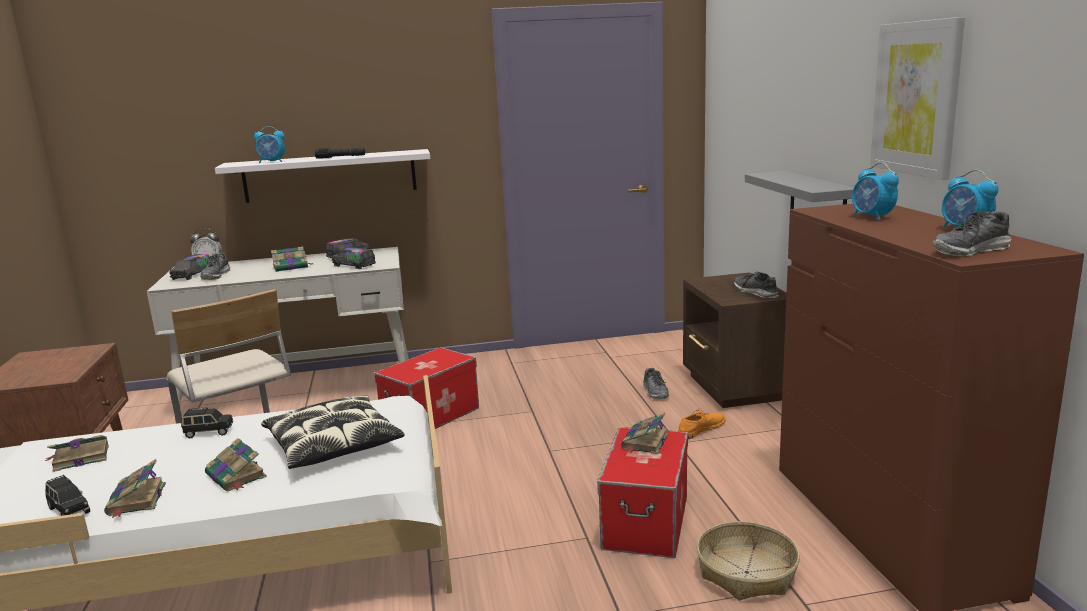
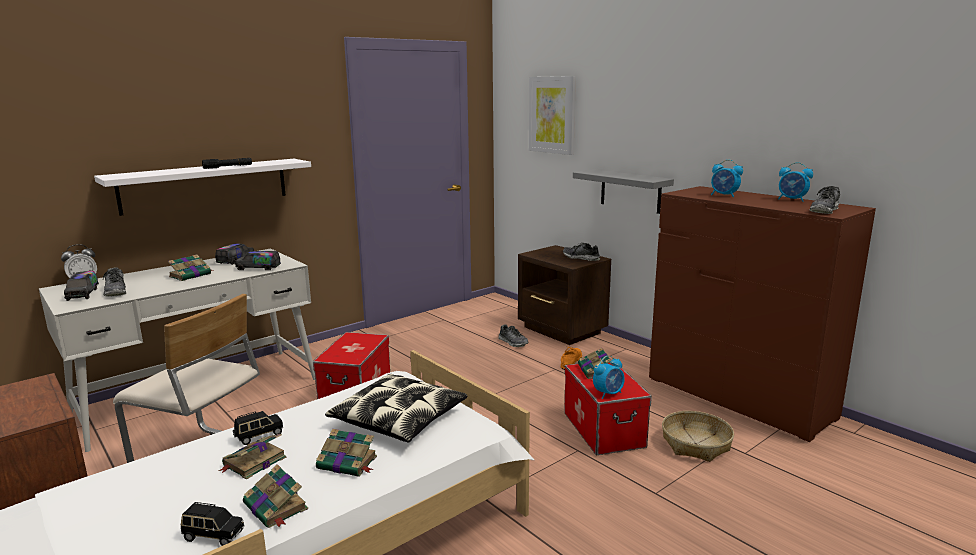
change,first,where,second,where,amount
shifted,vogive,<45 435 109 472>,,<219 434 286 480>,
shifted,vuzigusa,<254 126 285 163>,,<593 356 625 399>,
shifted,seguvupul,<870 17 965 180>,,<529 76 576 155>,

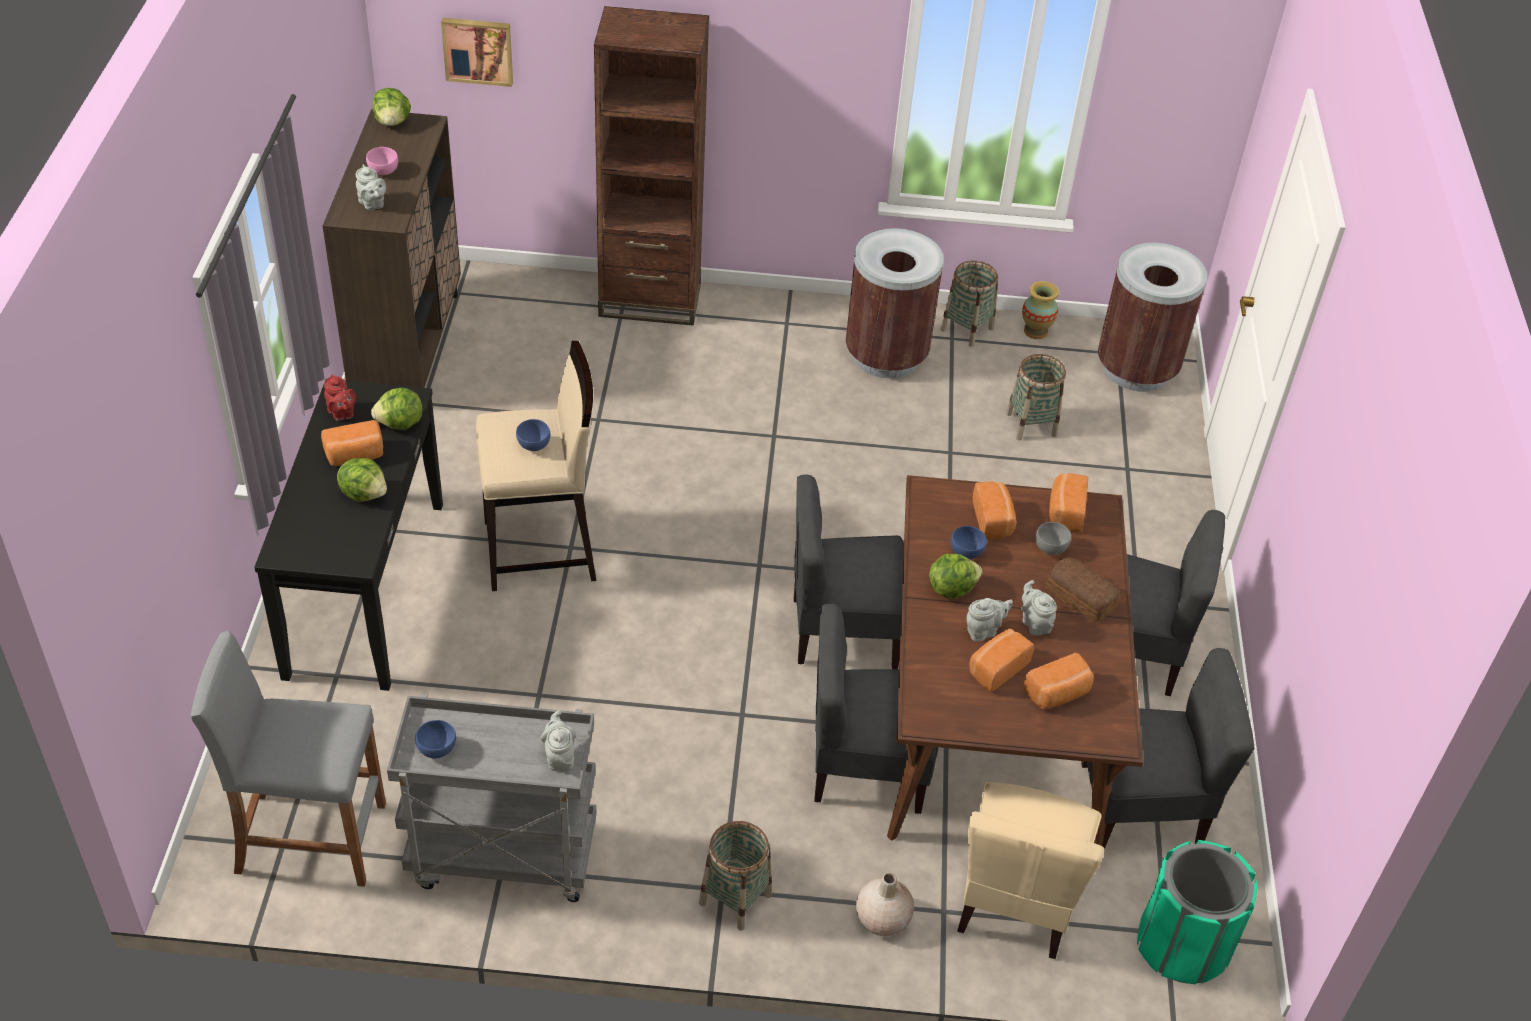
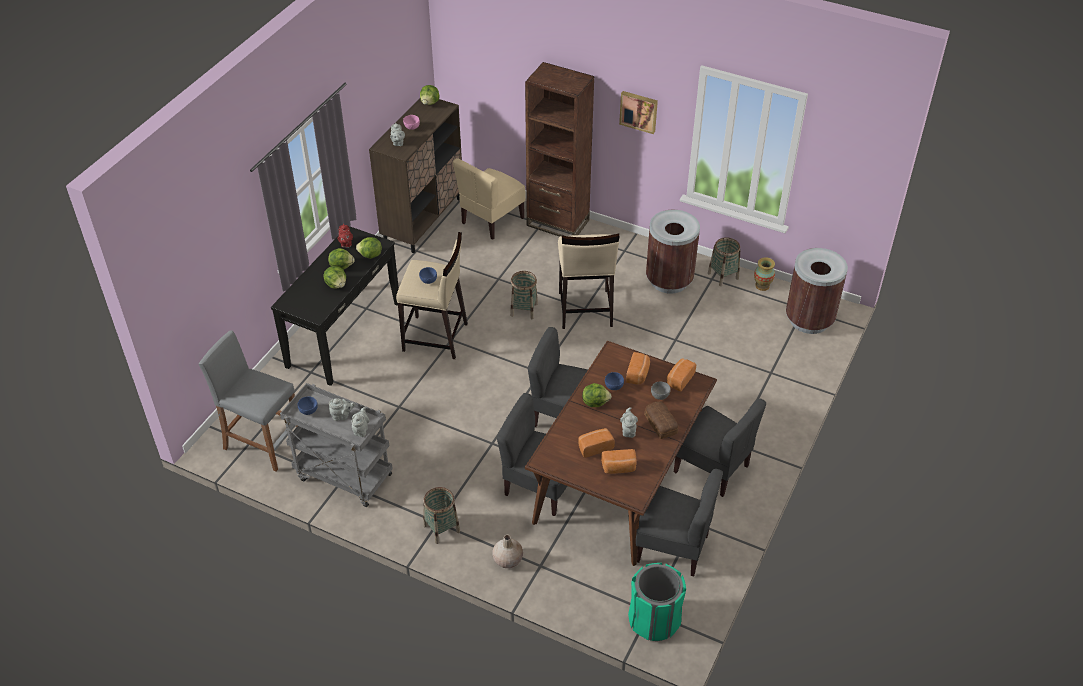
change,first,where,second,where,amount
swapped,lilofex,<321 420 383 466>,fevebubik,<328 248 355 270>,
shifted,seguvupul,<441 18 513 87>,,<619 91 658 134>,
shifted,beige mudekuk,<957 782 1104 959>,,<453 158 526 240>,
shifted,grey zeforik,<967 598 1013 642>,,<329 398 355 421>,
shifted,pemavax,<1006 354 1066 440>,,<510 271 538 319>,
new,,,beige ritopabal,<558 234 619 329>,

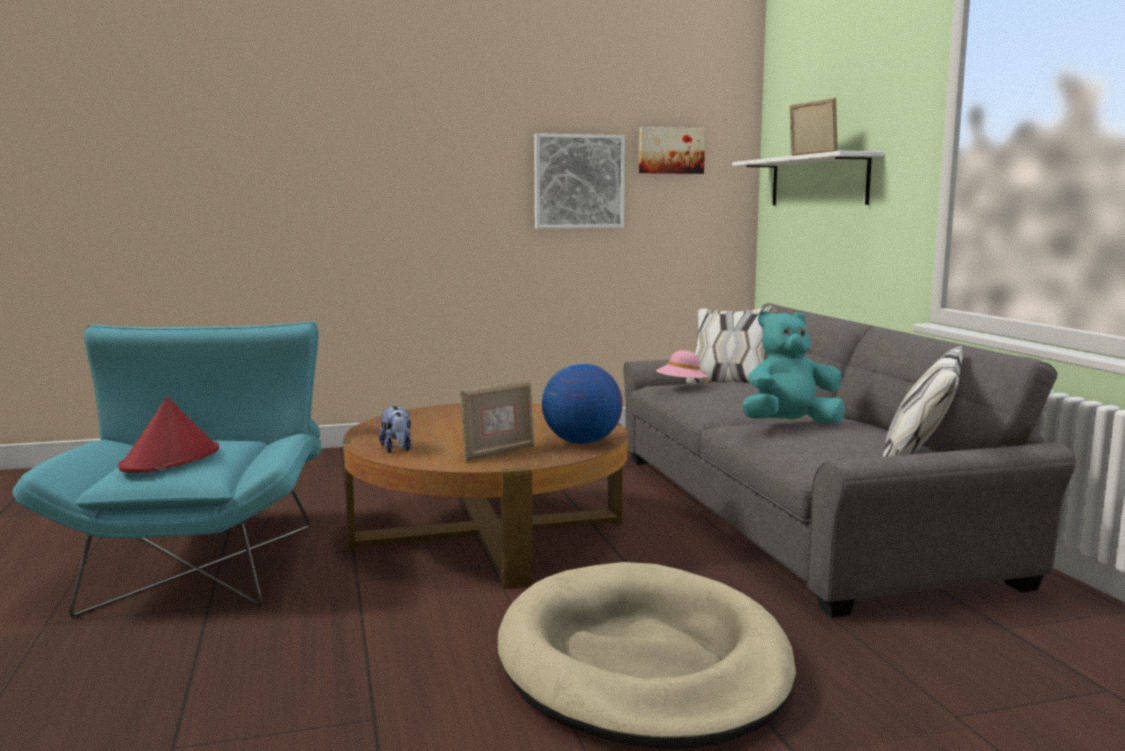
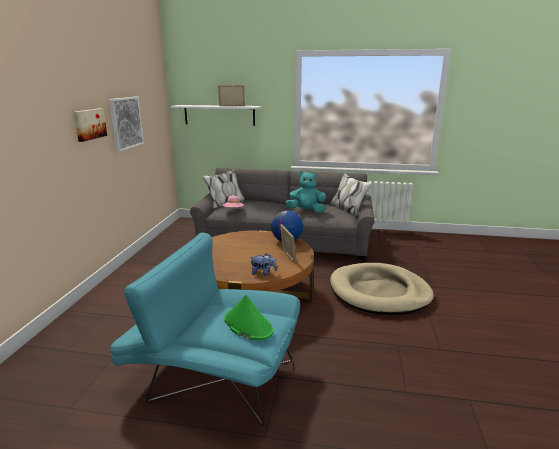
change,first,where,second,where,amount
repainted,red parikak,<118 397 219 473>,green parikak,<224 295 273 340>,
shifted,seguvupul,<639 127 705 174>,,<73 108 107 142>,
rotated,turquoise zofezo,<743 311 845 424>,,<285 171 326 213>,90 degrees clockwise

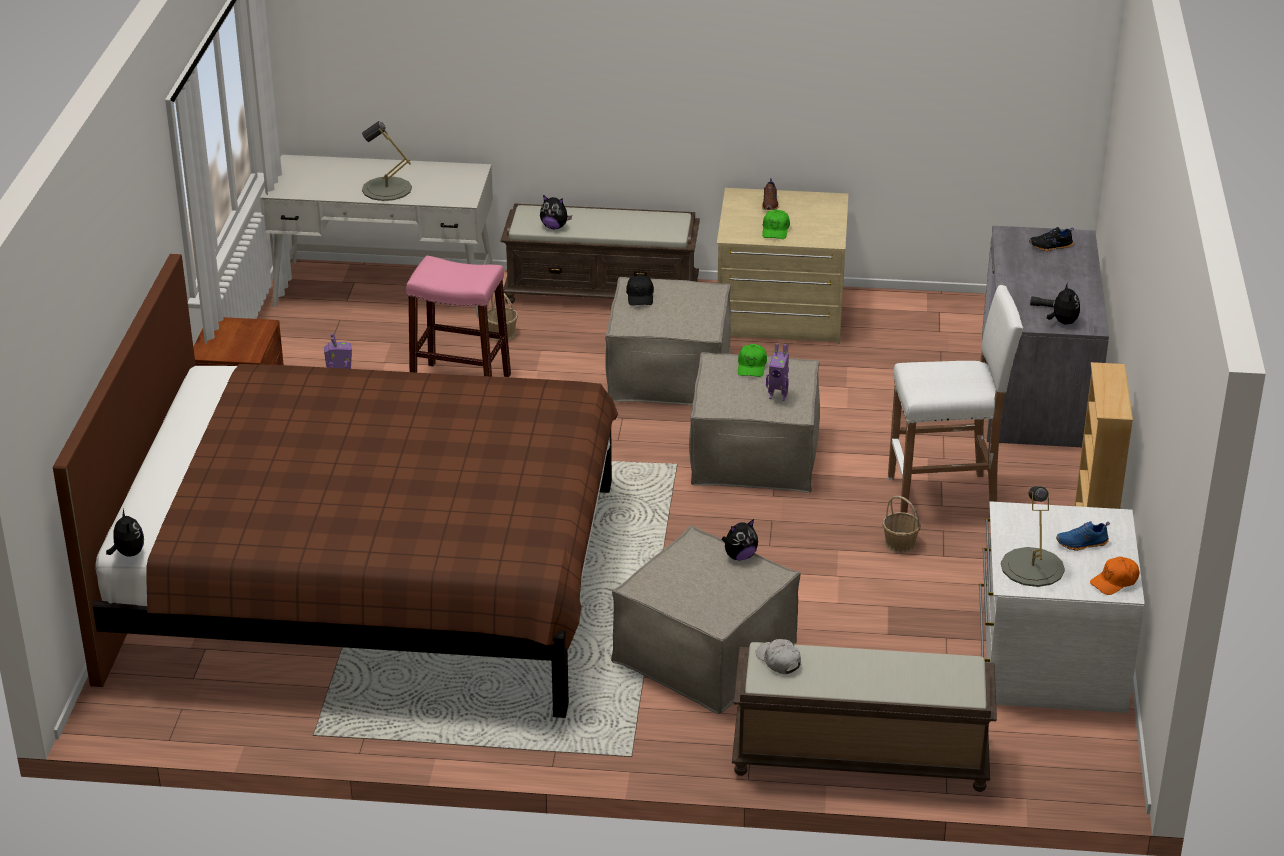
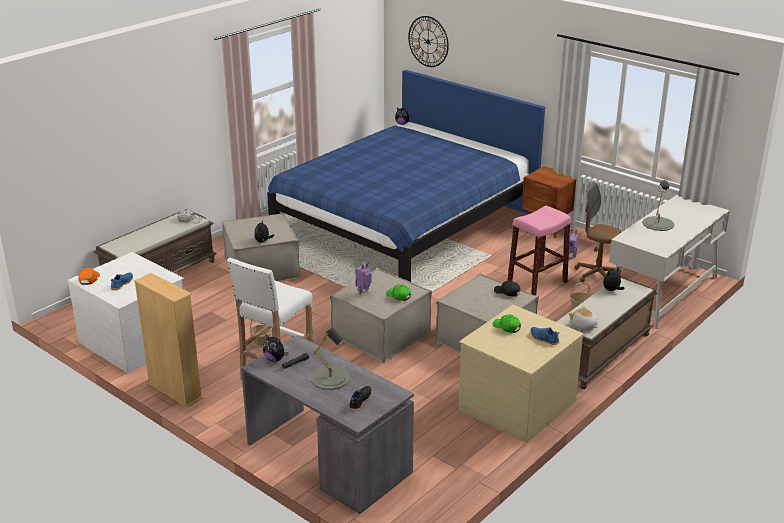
change,first,where,second,where,amount
repainted,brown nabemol,<53 254 618 718>,blue nabemol,<267 70 545 282>,
repainted,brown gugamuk,<762 178 779 210>,blue gugamuk,<531 327 560 345>,
shifted,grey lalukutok,<1001 486 1065 587>,,<311 327 351 390>,
new,,,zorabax,<408 16 449 67>,
new,,,zofezo,<568 305 598 330>,
new,,,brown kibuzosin,<575 182 621 282>,

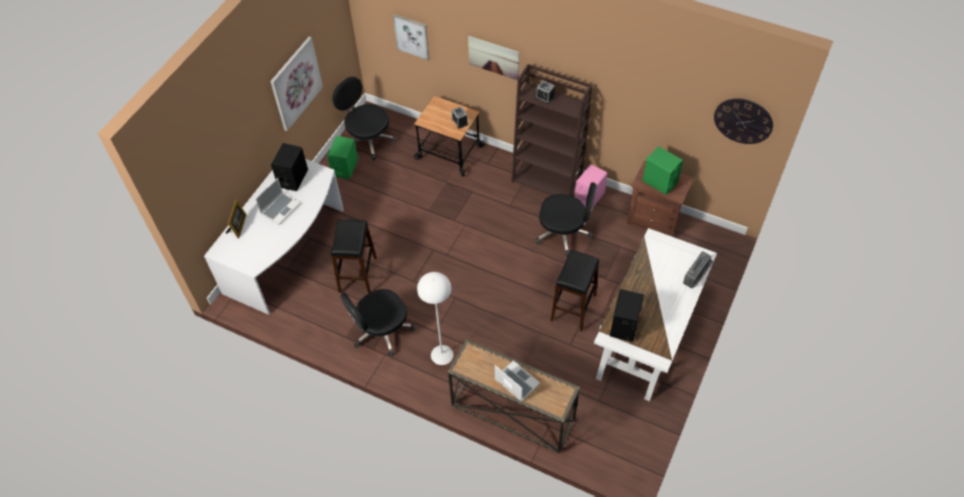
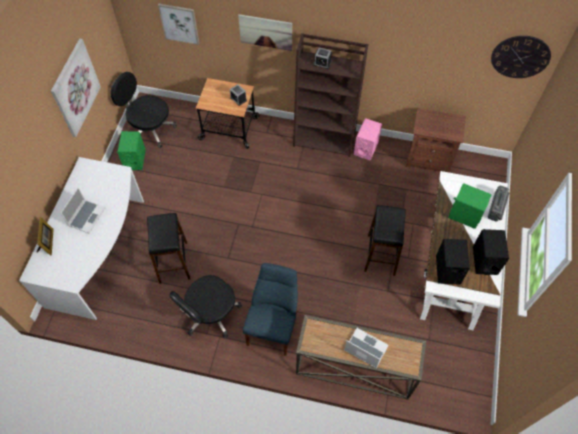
change,first,where,second,where,amount
shifted,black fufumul,<271 143 308 191>,,<473 229 509 275>,
swapped,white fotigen,<417 272 453 365>,blue mudekuk,<243 263 298 356>,
gone,black kibuzosin,<536 182 597 257>,,,
shifted,green fufumul,<642 146 683 195>,,<448 183 492 229>,

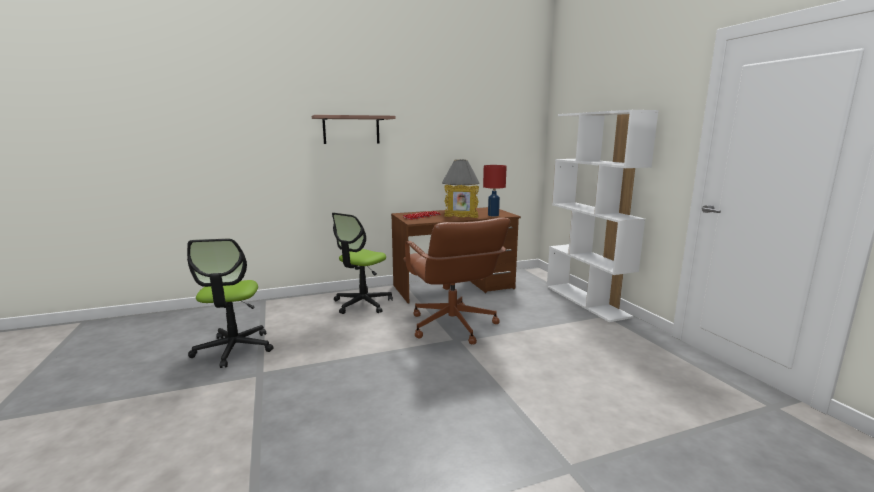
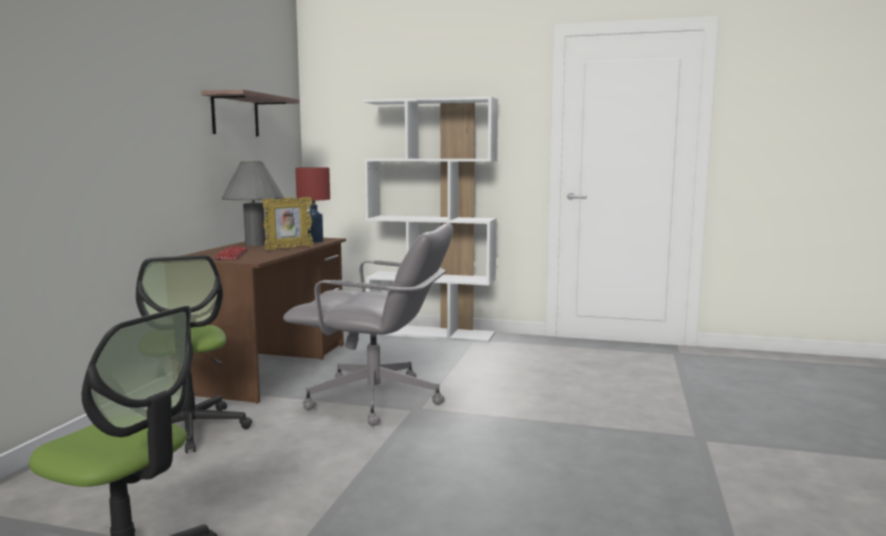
change,first,where,second,where,amount
shifted,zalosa,<312 115 395 144>,,<201 89 300 137>,
repainted,brown kibuzosin,<404 218 510 344>,grey kibuzosin,<283 223 453 426>,

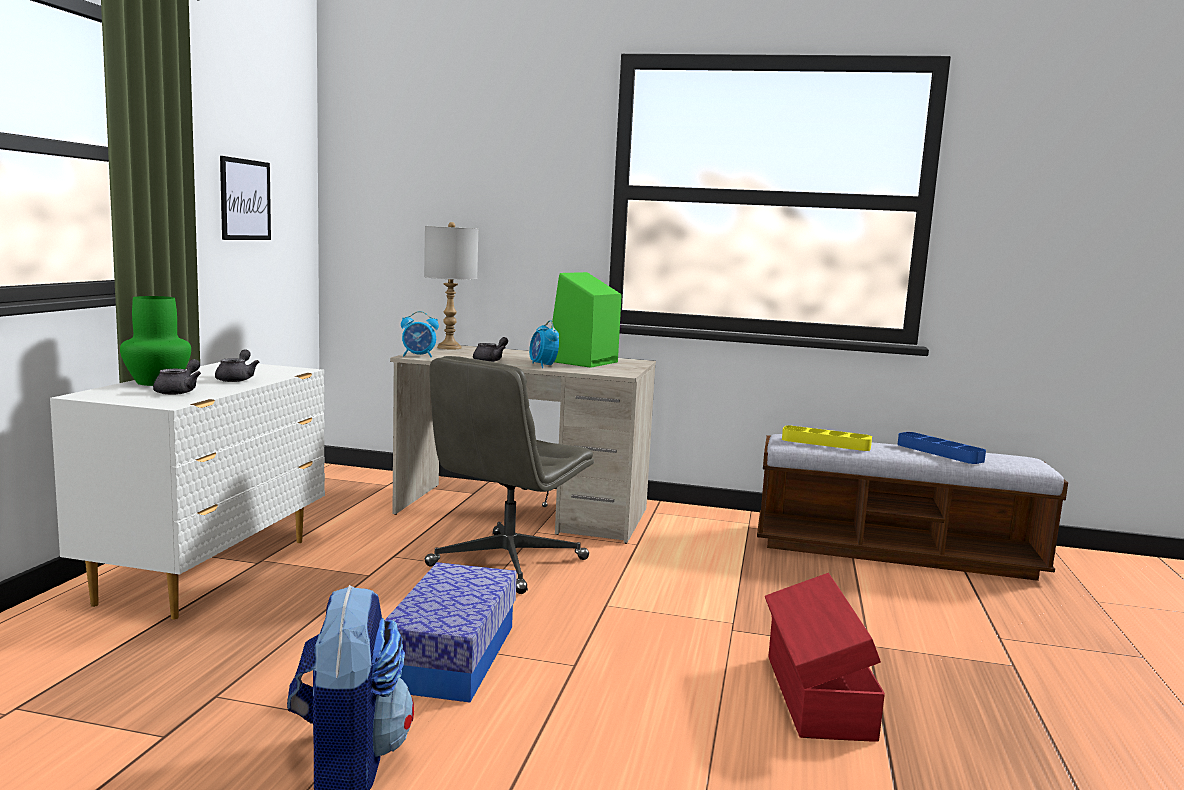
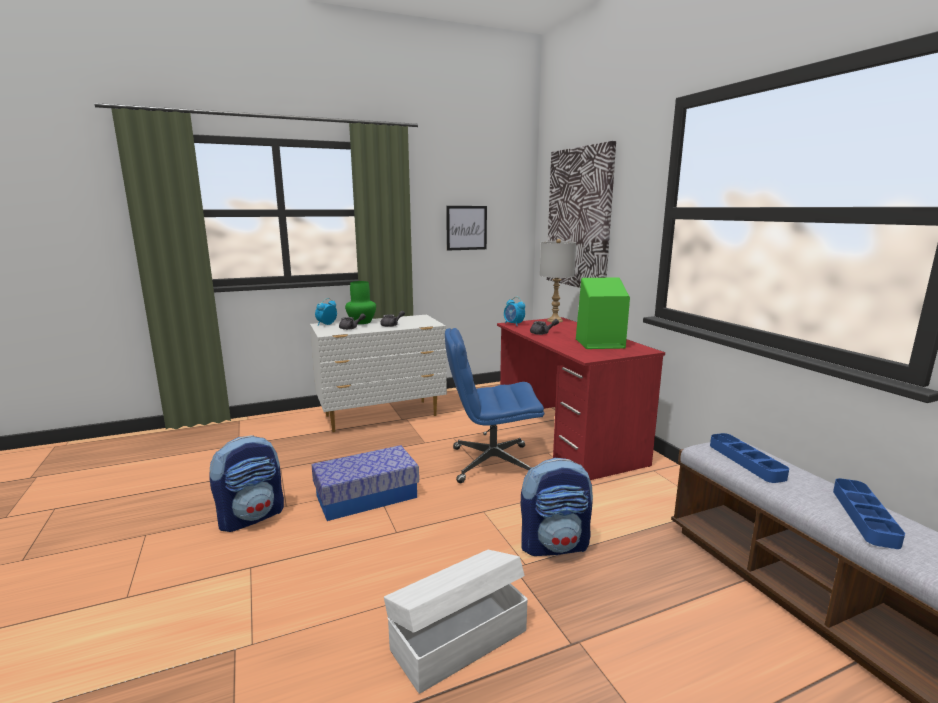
change,first,where,second,where,amount
repainted,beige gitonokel,<390 344 656 543>,red gitonokel,<497 317 665 480>,
repainted,grey kibuzosin,<425 356 594 594>,blue kibuzosin,<445 328 544 483>,
shifted,vuzigusa,<529 320 559 368>,,<315 298 337 326>,
repainted,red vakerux,<765 573 885 742>,white vakerux,<384 550 528 694>,
repainted,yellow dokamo,<782 425 872 451>,blue dokamo,<710 433 789 483>,
new,,,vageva,<521 458 593 556>,
new,,,seguvupul,<546 141 616 288>,

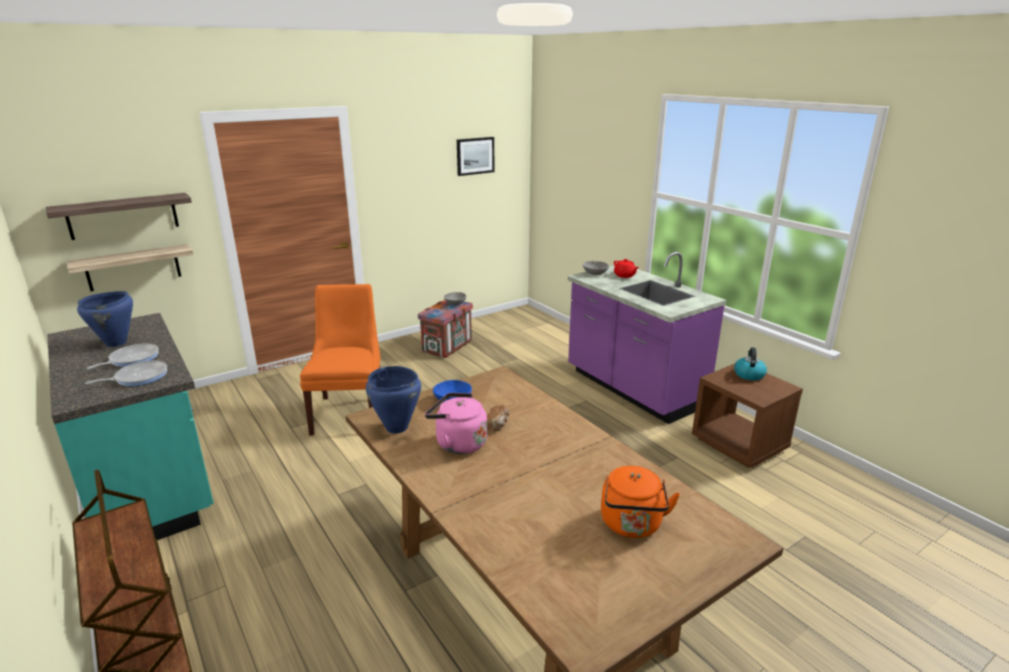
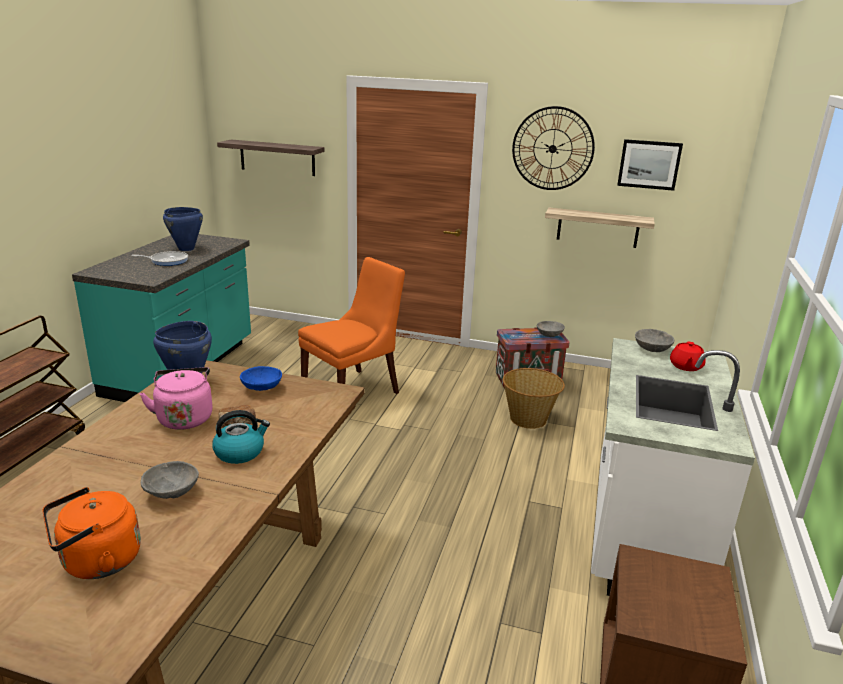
change,first,where,second,where,amount
shifted,zalosa,<66 244 194 291>,,<545 208 655 248>,
gone,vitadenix,<85 361 167 386>,,,
repainted,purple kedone,<568 252 726 424>,white kedone,<591 338 755 596>,
shifted,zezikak,<734 347 767 381>,,<212 410 270 464>,
new,,,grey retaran,<141 461 199 499>,
new,,,pemavax,<503 368 565 429>,
new,,,zorabax,<512 106 595 190>,

